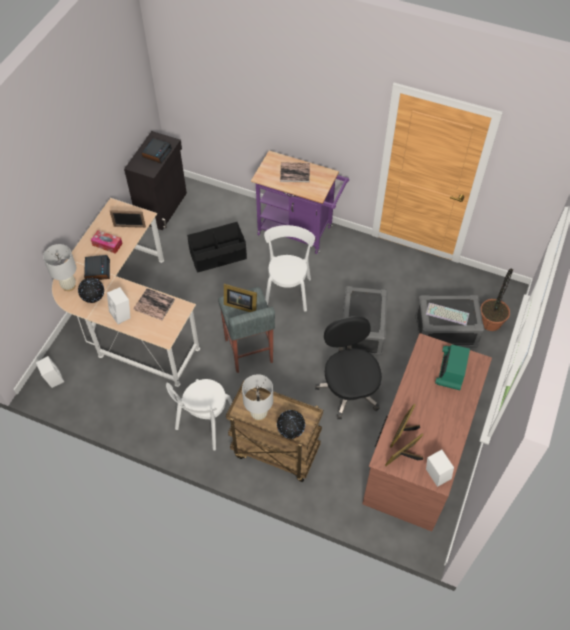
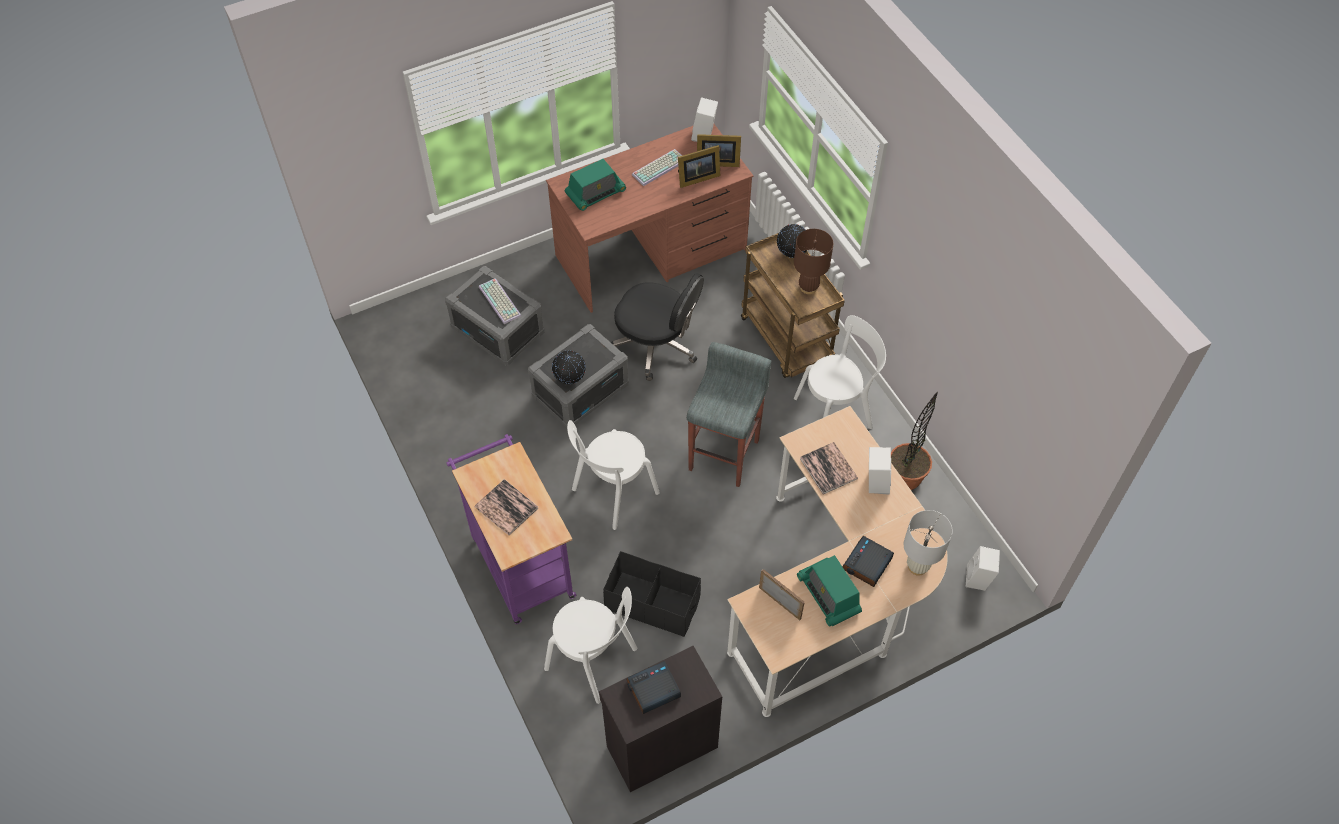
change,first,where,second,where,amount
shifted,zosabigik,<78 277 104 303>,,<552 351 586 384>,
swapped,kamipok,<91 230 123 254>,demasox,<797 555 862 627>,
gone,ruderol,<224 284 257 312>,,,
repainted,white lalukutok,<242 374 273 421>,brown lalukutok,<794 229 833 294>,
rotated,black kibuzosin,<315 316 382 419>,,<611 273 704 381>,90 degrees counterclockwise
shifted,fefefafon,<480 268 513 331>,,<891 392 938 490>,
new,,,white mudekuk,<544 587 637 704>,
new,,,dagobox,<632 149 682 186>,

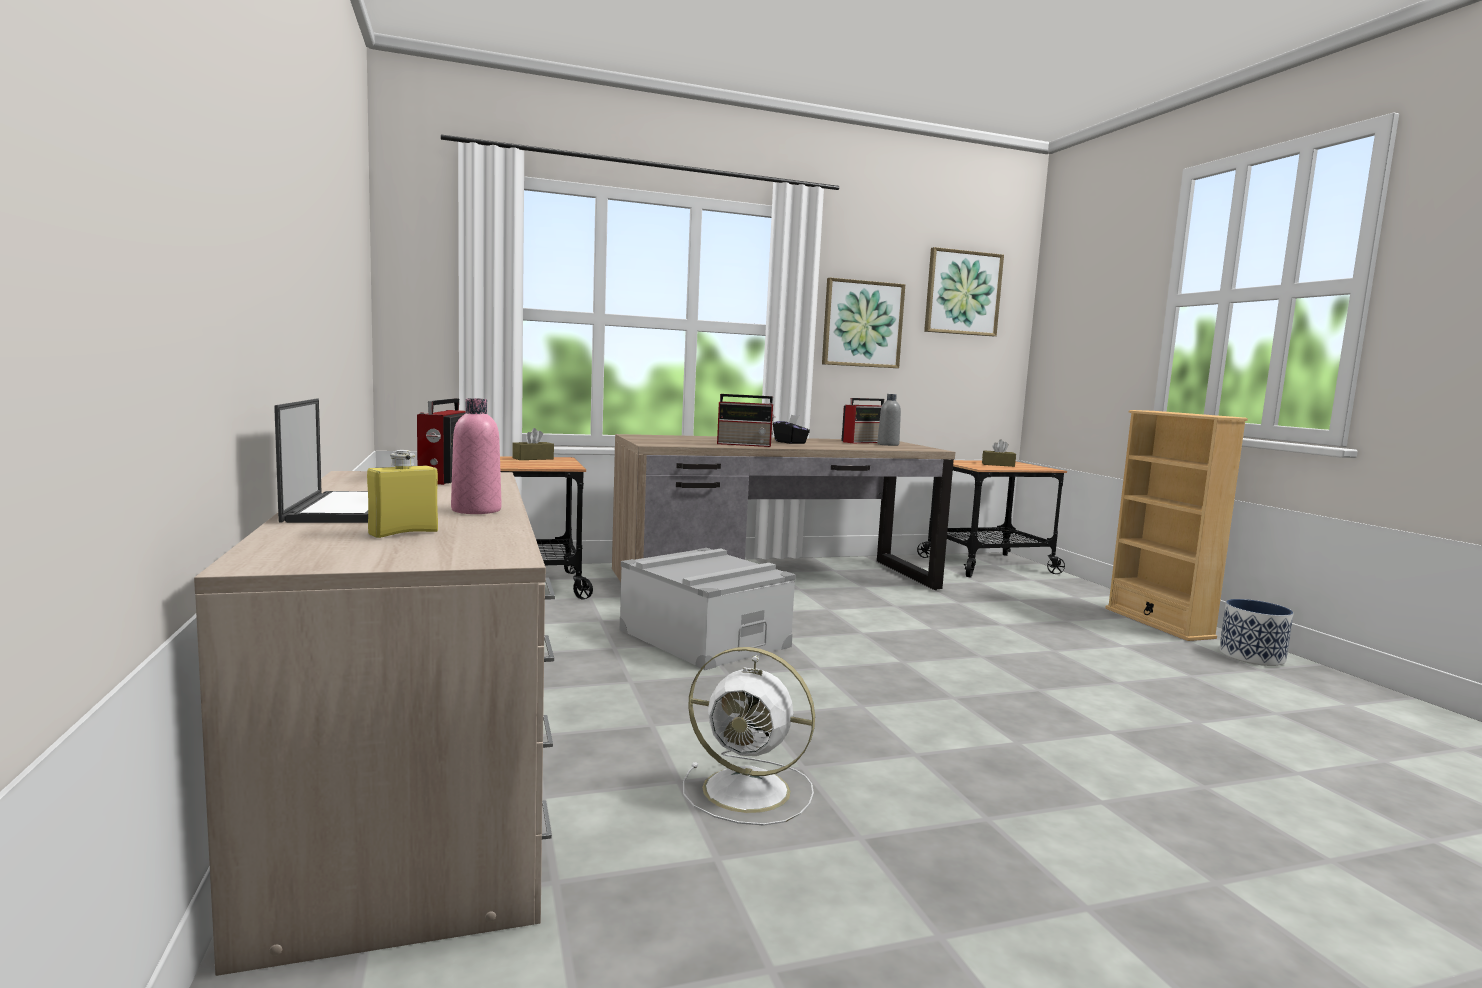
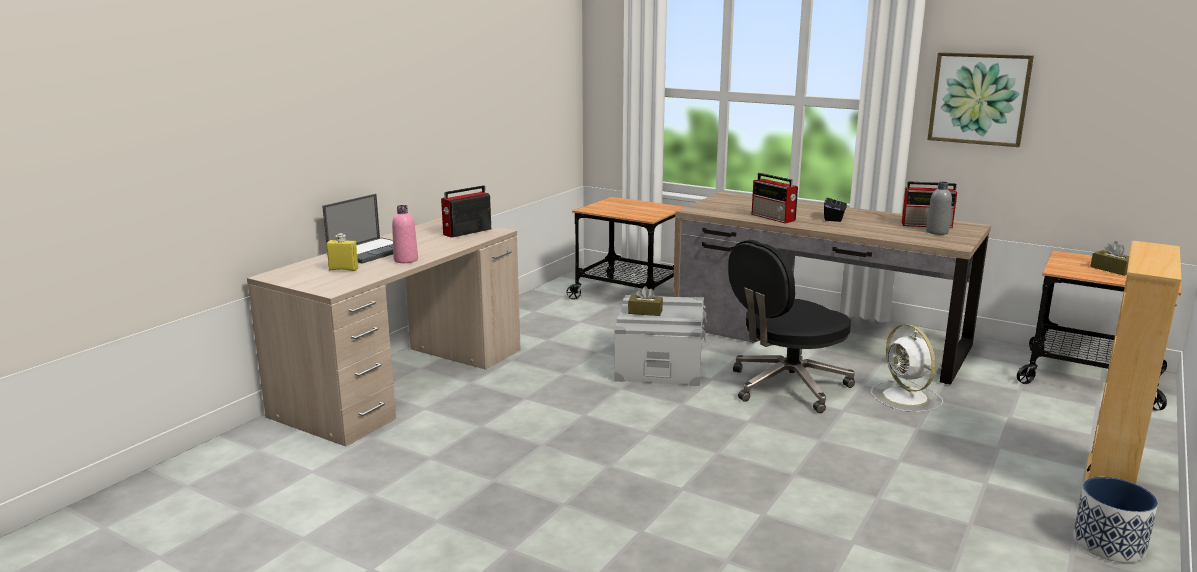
change,first,where,second,where,amount
shifted,brown kamipok,<512 428 554 460>,,<628 286 663 316>,
shifted,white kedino,<683 647 815 826>,,<871 324 943 412>,
gone,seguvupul,<924 247 1004 336>,,,
new,,,black kibuzosin,<728 240 855 413>,

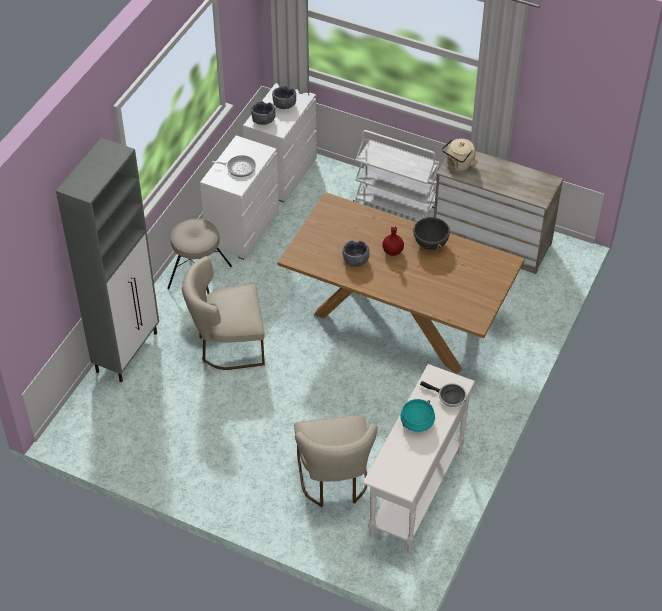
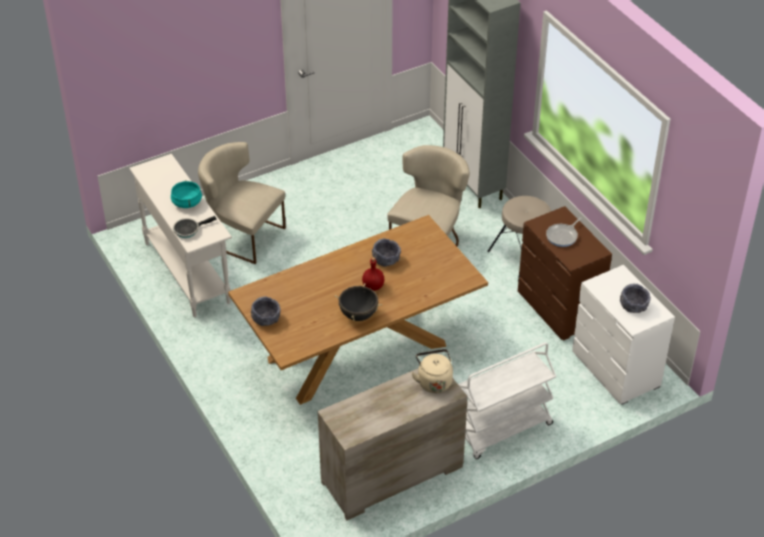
change,first,where,second,where,amount
repainted,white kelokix,<200 135 279 260>,brown kelokix,<518 206 612 340>,
shifted,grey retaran,<251 101 275 125>,,<251 296 281 326>,

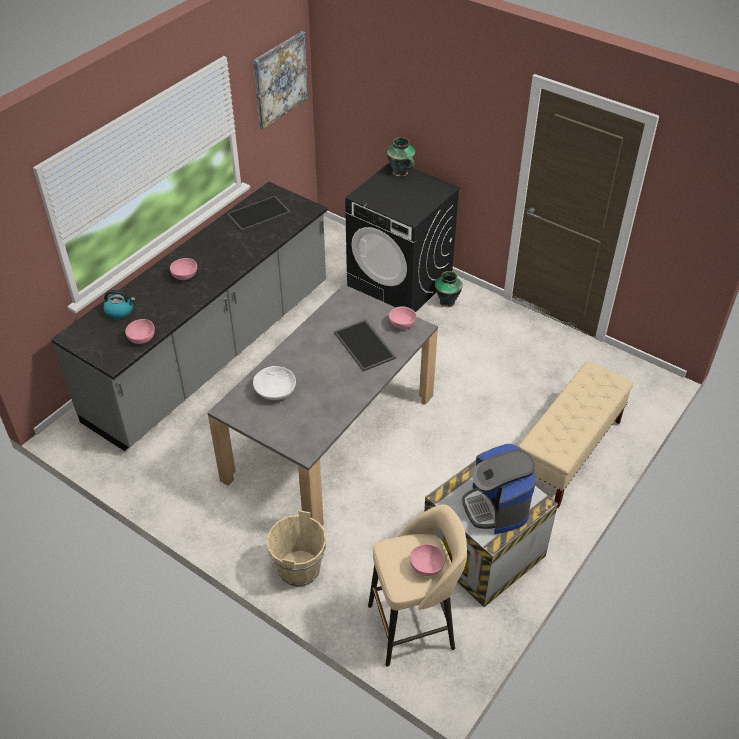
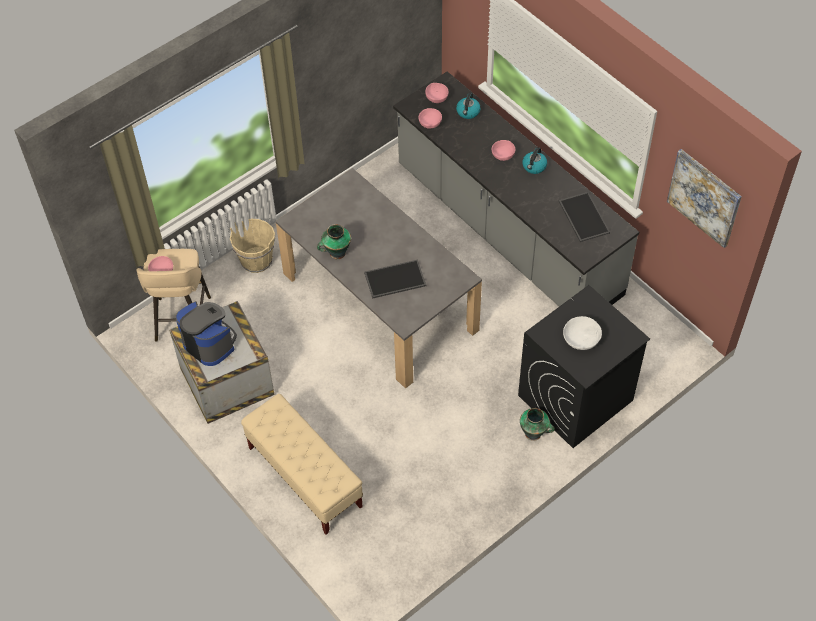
change,first,where,second,where,amount
shifted,white retaran,<253 366 296 400>,,<563 316 602 350>,
shifted,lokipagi,<386 137 415 177>,,<317 224 351 259>,
shifted,pink retaran,<389 306 417 329>,,<425 83 449 103>,
rotated,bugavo,<462 444 536 534>,,<176 301 237 366>,45 degrees clockwise
new,,,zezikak,<522 147 547 174>,

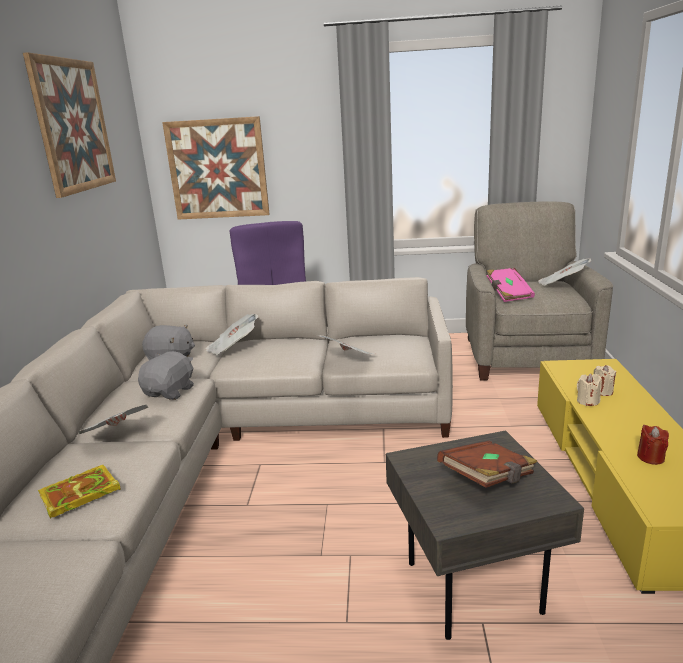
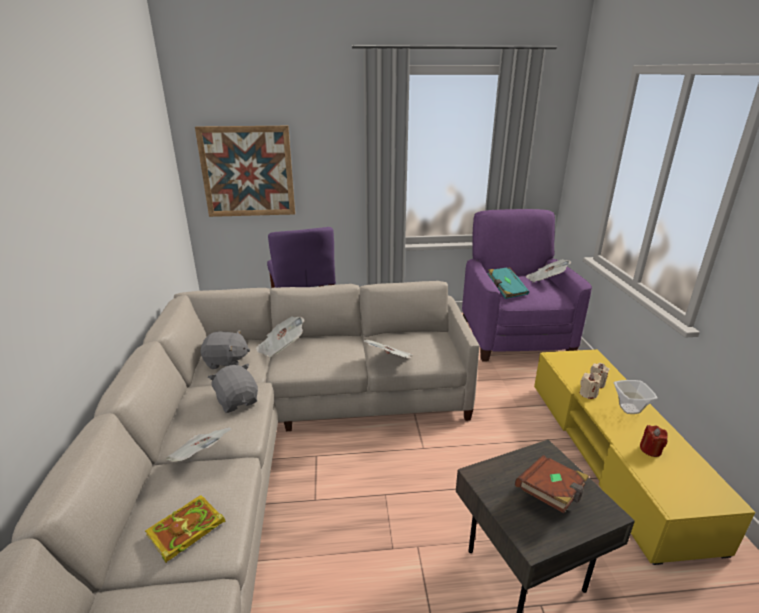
change,first,where,second,where,amount
gone,seguvupul,<23 52 116 198>,,,
rotated,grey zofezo,<138 351 194 400>,,<208 364 258 413>,45 degrees counterclockwise
repainted,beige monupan,<466 201 613 380>,purple monupan,<462 209 592 361>,
repainted,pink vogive,<487 268 535 302>,turquoise vogive,<488 267 529 299>,
new,,,retaran,<614 380 658 414>,

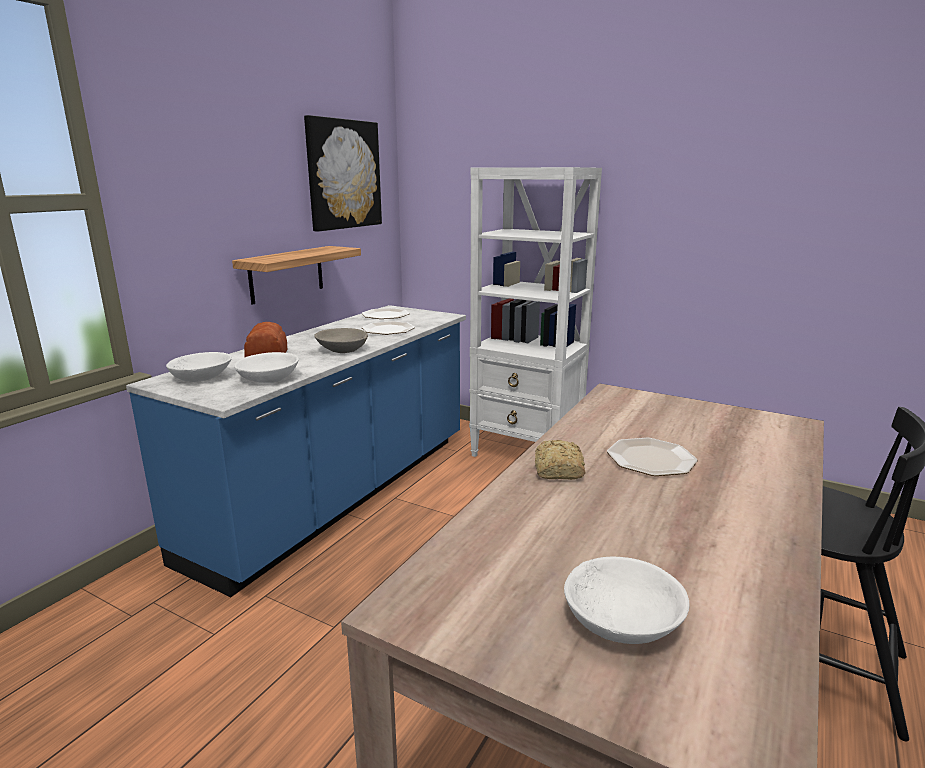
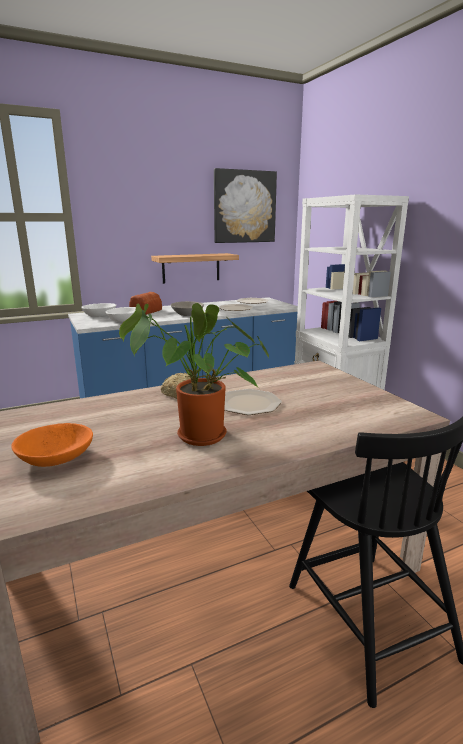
change,first,where,second,where,amount
repainted,white retaran,<564 557 690 644>,orange retaran,<11 423 93 467>,
new,,,fefefafon,<119 303 269 446>,

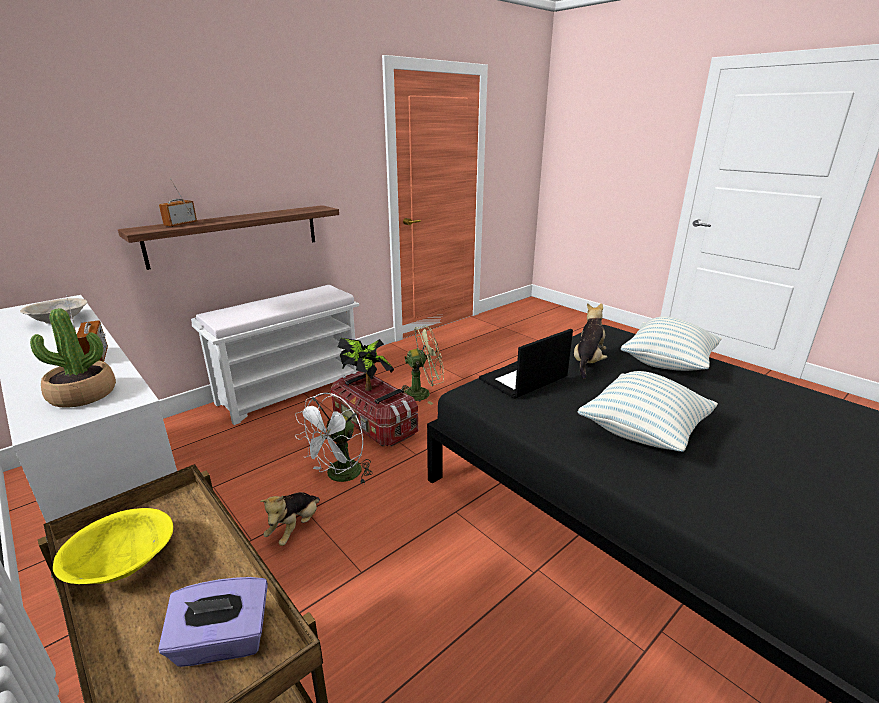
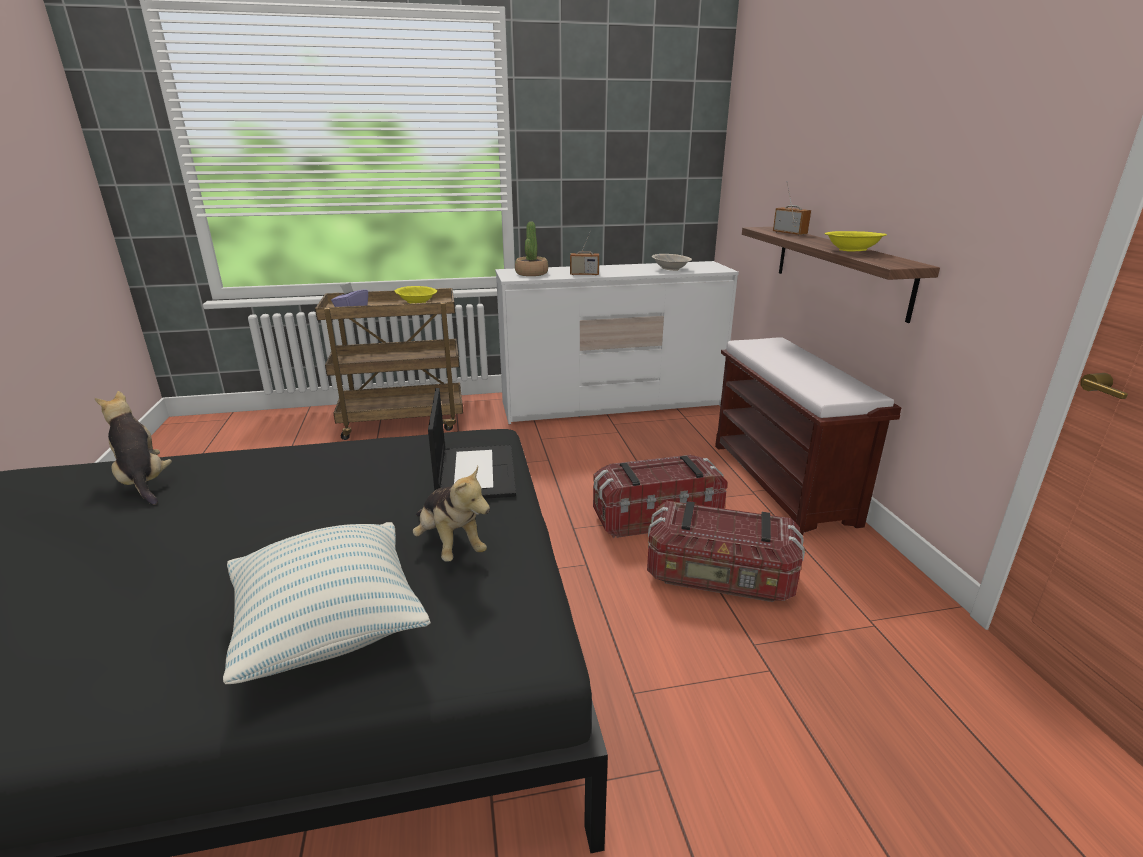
change,first,where,second,where,amount
repainted,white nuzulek,<191 285 359 425>,brown nuzulek,<715 337 901 535>,
shifted,zofezo,<260 492 320 546>,,<95 391 172 505>,
gone,white kedino,<295 393 373 484>,,,
gone,fefefafon,<338 338 394 391>,,,
swapped,green kedino,<401 326 444 405>,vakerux,<647 501 805 602>,
gone,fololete,<578 371 718 452>,,,
new,,,yellow retaran,<824 231 887 252>,

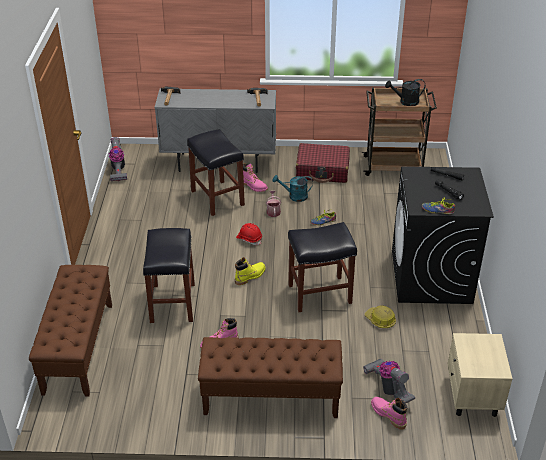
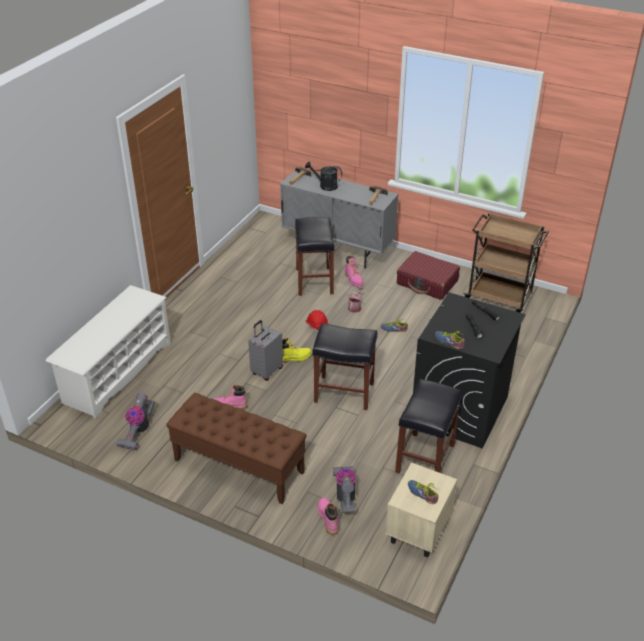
change,first,where,second,where,amount
swapped,brown nuzulek,<29 265 112 397>,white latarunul,<46 285 171 419>,
shifted,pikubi,<109 137 127 181>,,<116 393 155 450>,
shifted,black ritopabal,<143 228 195 323>,,<395 379 462 473>,
gone,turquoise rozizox,<273 175 313 202>,,,
gone,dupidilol,<365 306 396 328>,,,
shifted,black rozizox,<385 79 425 106>,,<305 162 342 191>,
new,,,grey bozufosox,<248 320 283 381>,
new,,,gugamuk,<408 480 438 504>,

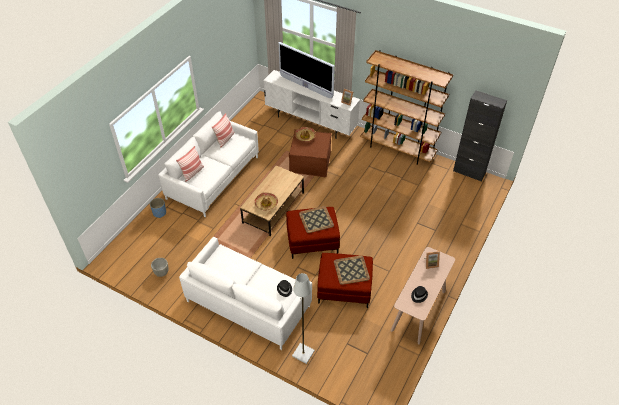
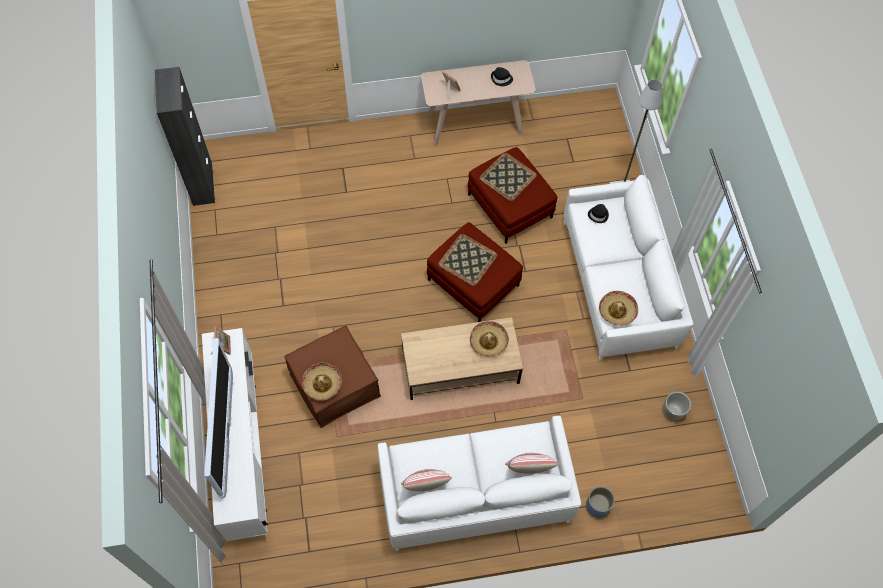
change,first,where,second,where,amount
gone,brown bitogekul,<360 50 453 165>,,,
new,,,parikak,<599 291 638 326>,

